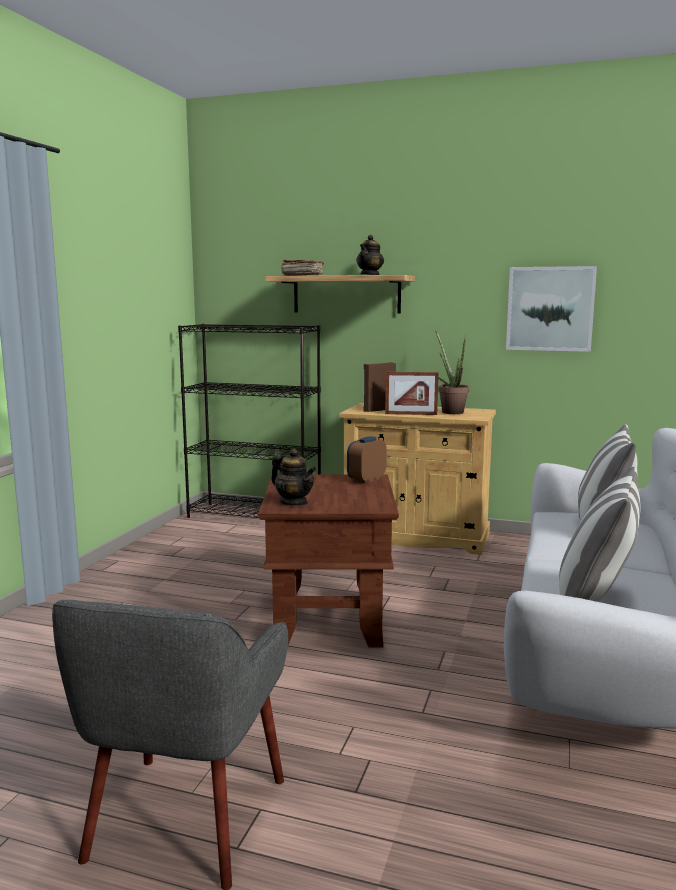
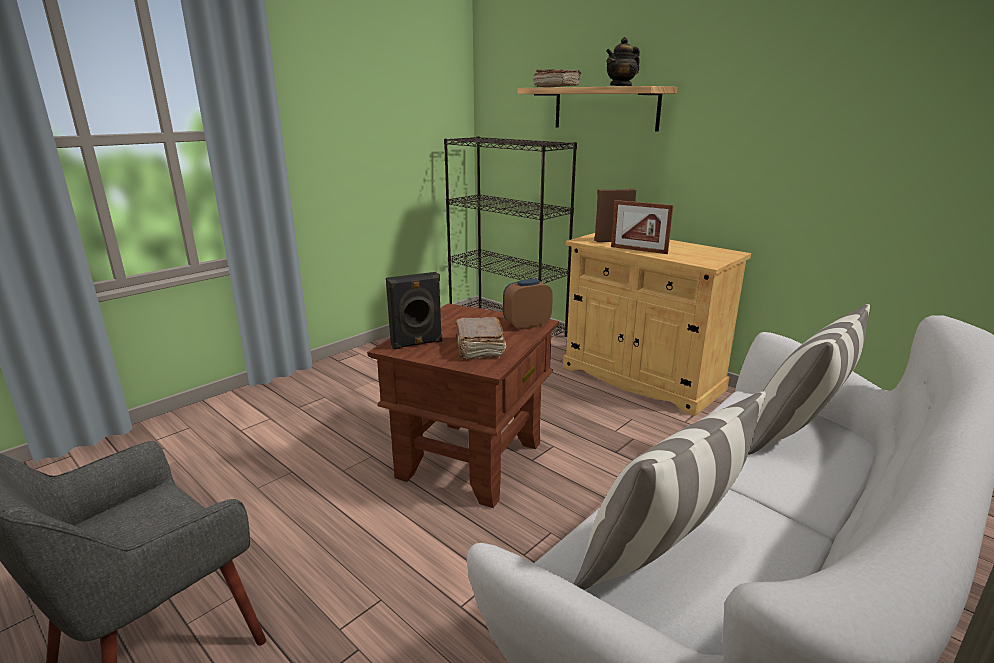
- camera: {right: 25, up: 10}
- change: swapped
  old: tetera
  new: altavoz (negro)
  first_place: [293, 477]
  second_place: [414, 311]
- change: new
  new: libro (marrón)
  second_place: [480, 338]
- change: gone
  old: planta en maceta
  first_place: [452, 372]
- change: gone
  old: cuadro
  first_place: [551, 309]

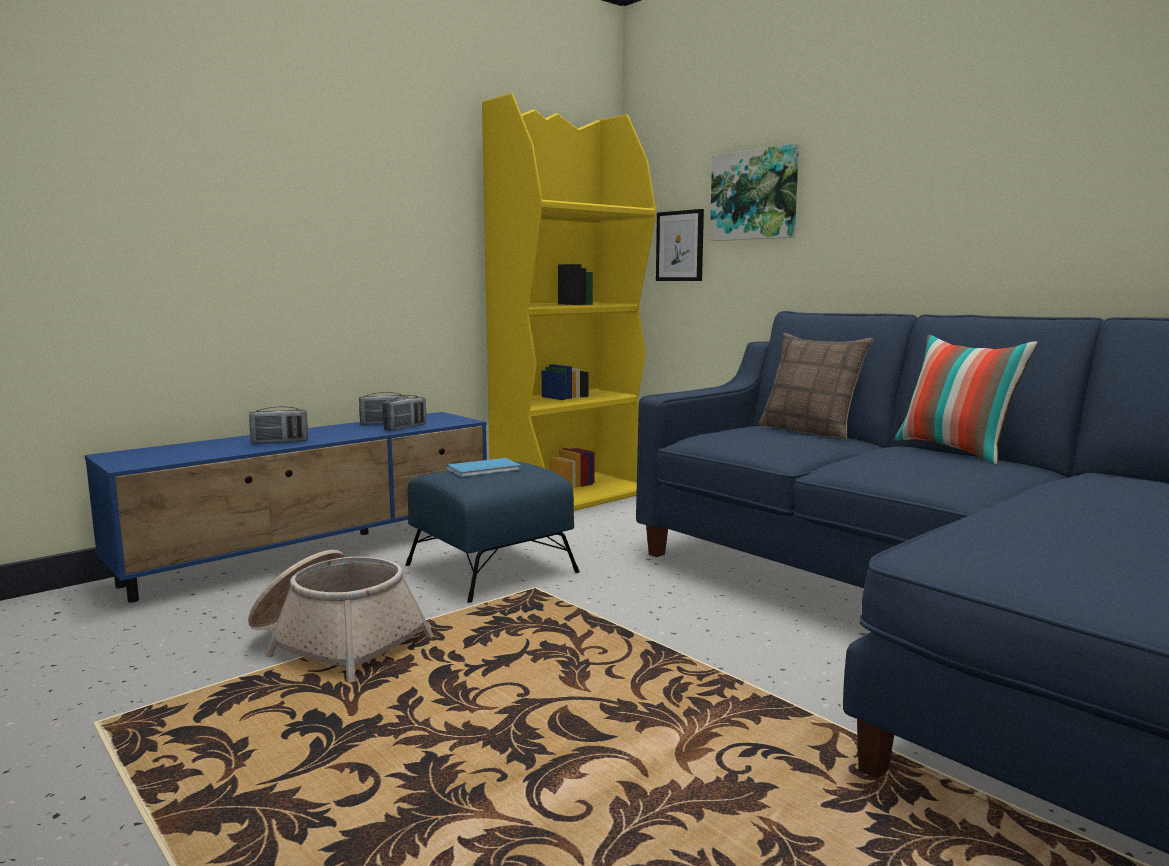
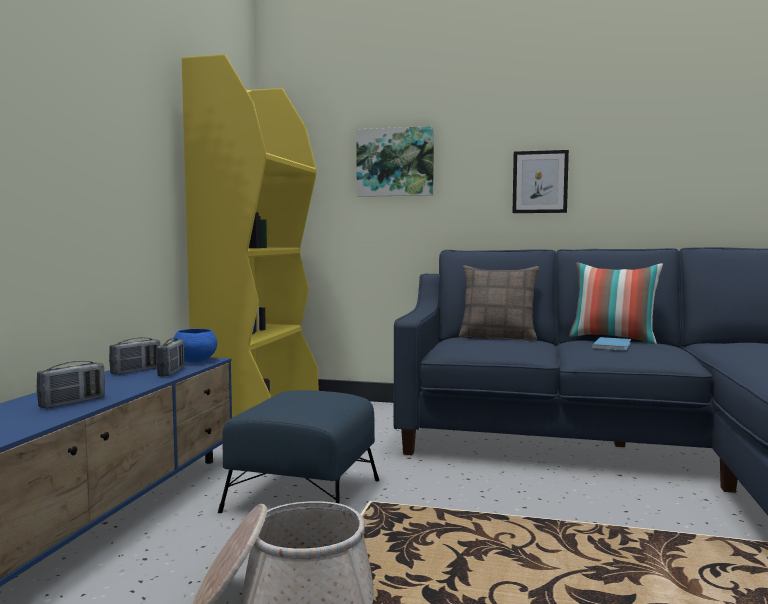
- camera: {right: -35, up: -5}
- change: new
  new: cuenco (azul)
  second_place: [195, 345]
- change: shifted
  old: cuadro
  first_place: [680, 245]
  second_place: [541, 181]
- change: shifted
  old: libro (azul)
  first_place: [483, 467]
  second_place: [611, 344]

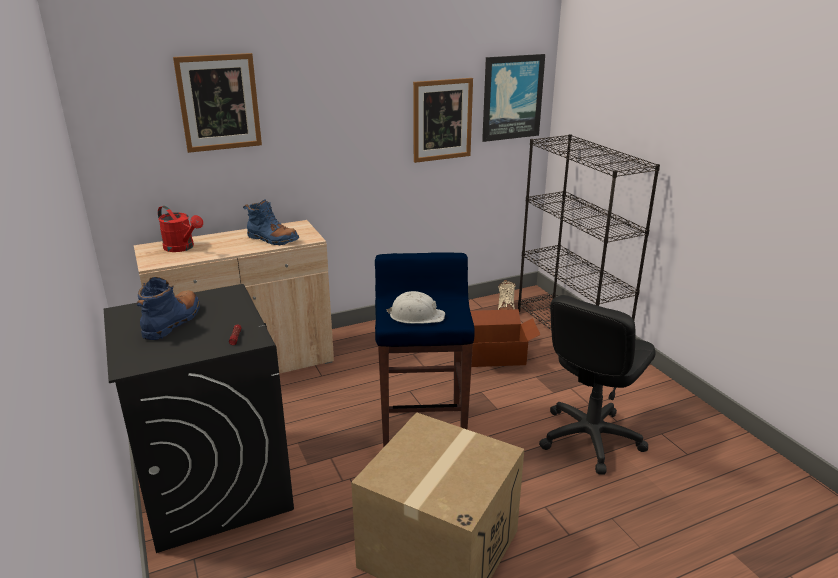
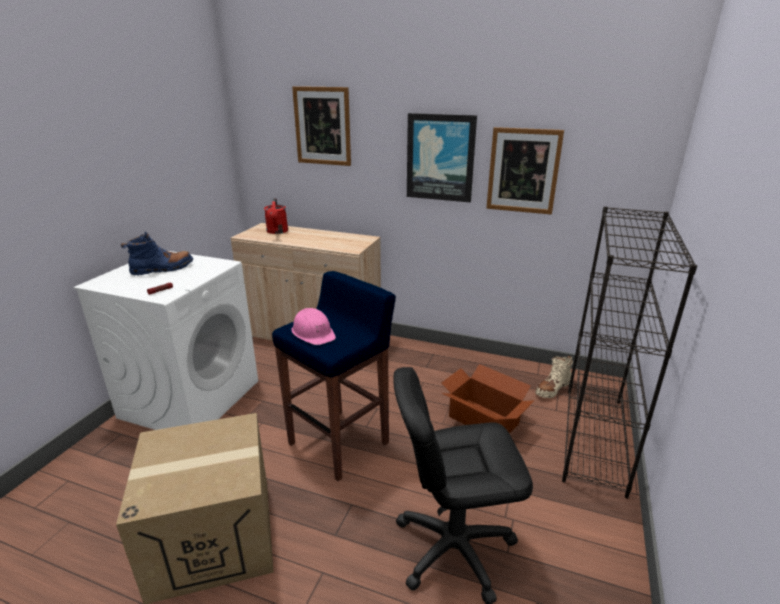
- camera: {right: 45, up: 0}
- change: repainted
  old: lavadora (negro)
  new: lavadora (blanco)
  first_place: [199, 418]
  second_place: [165, 340]
- change: repainted
  old: casco (blanco)
  new: casco (rosa)
  first_place: [415, 307]
  second_place: [314, 326]
- change: shifted
  old: cuadro
  first_place: [513, 98]
  second_place: [442, 157]
- change: gone
  old: bota (azul)
  first_place: [271, 222]

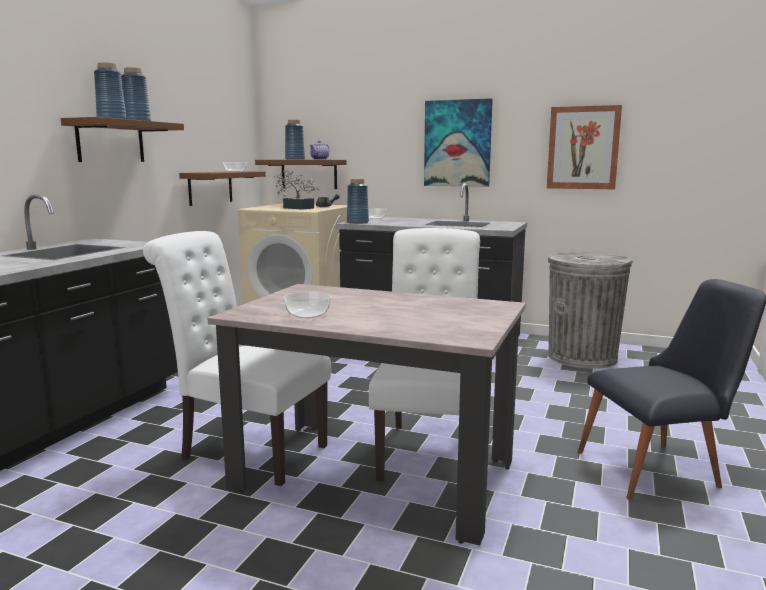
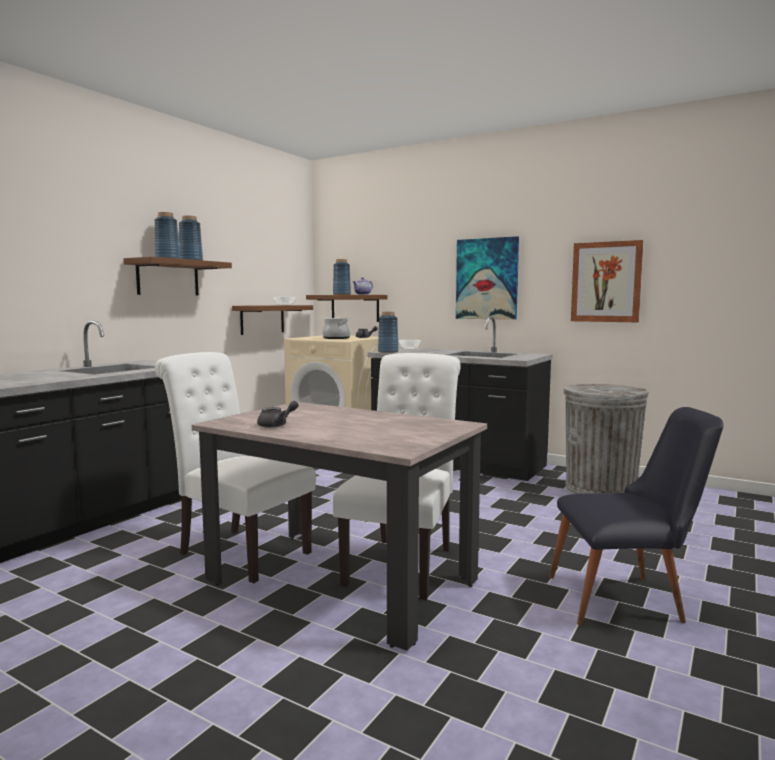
- camera: {right: 10, up: -5}
- change: swapped
  old: cuenco
  new: tetera (gris)
  first_place: [307, 305]
  second_place: [278, 414]
- change: swapped
  old: planta en maceta
  new: olla
  first_place: [296, 190]
  second_place: [336, 328]

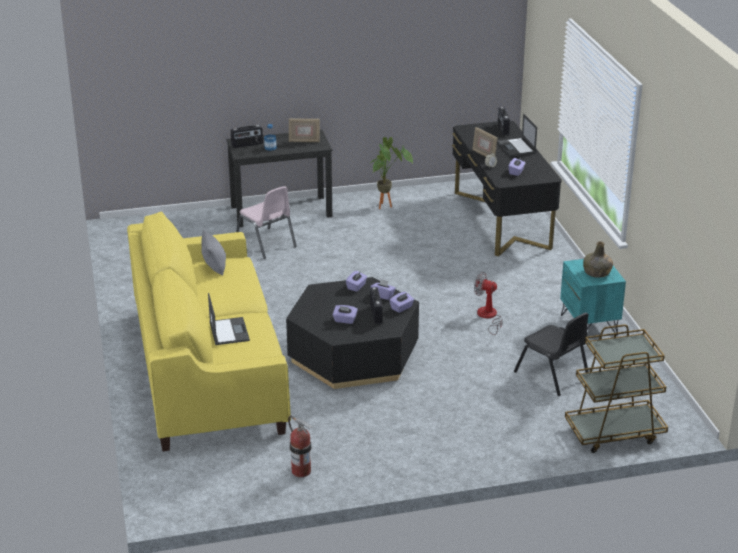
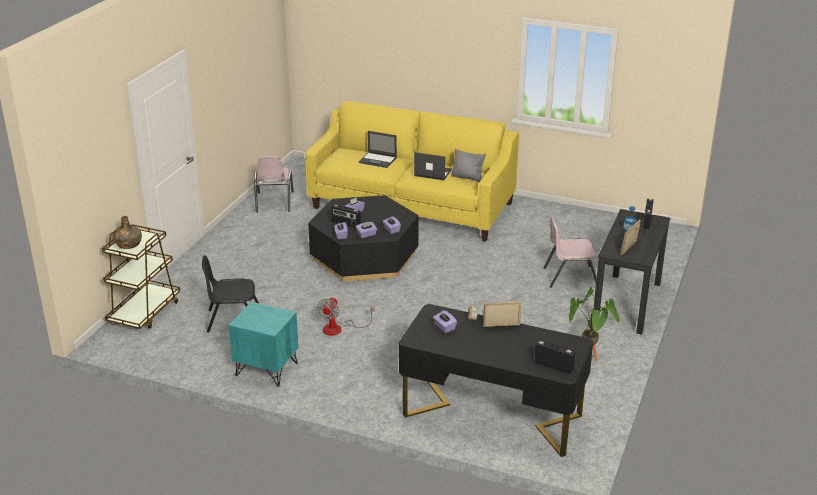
- camera: {right: 125, up: 0}
- change: shifted
  old: botella (verde)
  first_place: [598, 260]
  second_place: [127, 232]
- change: swapped
  old: extintor
  new: silla (rosa)
  first_place: [300, 447]
  second_place: [274, 184]
- change: rotated
  old: ventilador
  first_place: [488, 303]
  second_place: [346, 316]
  degrees: 135
- change: shifted
  old: portátil
  first_place: [517, 134]
  second_place: [433, 166]

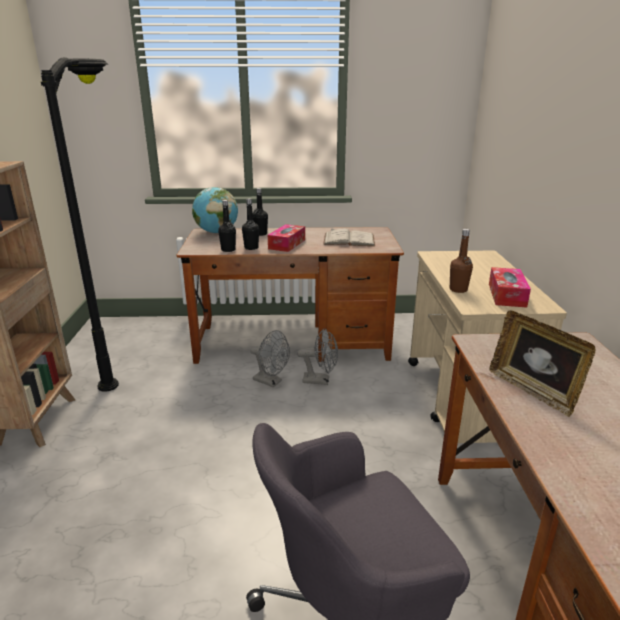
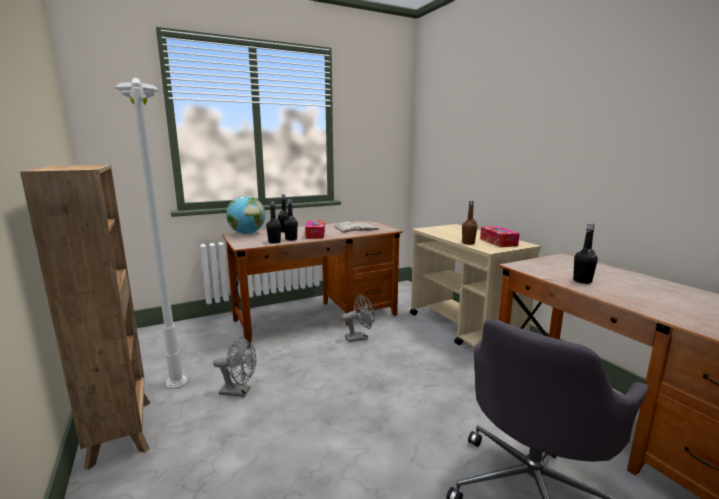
- camera: {right: -25, up: -10}
- change: repainted
  old: lámpara de pie (negro)
  new: lámpara de pie (blanco)
  first_place: [80, 224]
  second_place: [150, 233]
- change: shifted
  old: ventilador (gris)
  first_place: [270, 358]
  second_place: [234, 367]
- change: swapped
  old: portarretratos
  new: botella (negro)
  first_place: [542, 364]
  second_place: [585, 253]

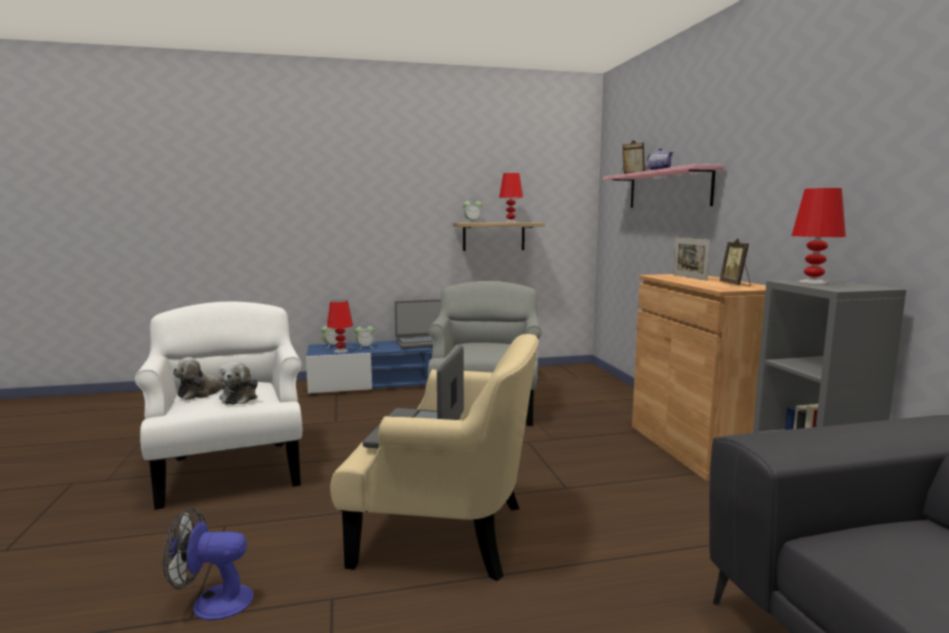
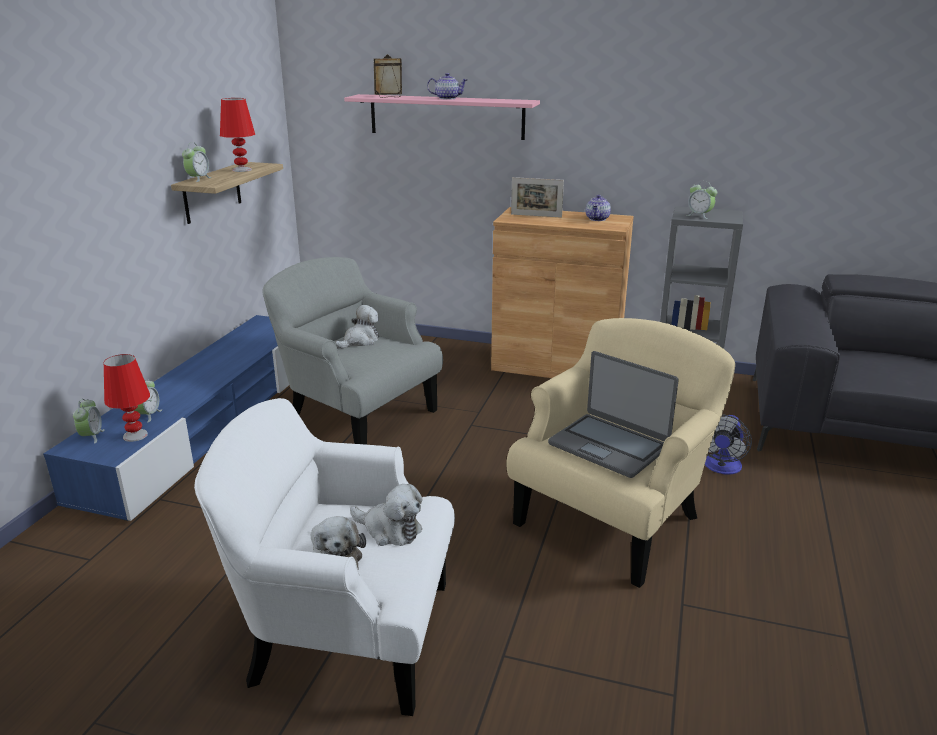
- camera: {right: -60, up: 15}
- change: new
  new: peluche
  second_place: [357, 327]
- change: swapped
  old: portarretratos
  new: tetera
  first_place: [735, 262]
  second_place: [598, 208]
- change: swapped
  old: lámpara de mesa (rojo)
  new: despertador
  first_place: [818, 236]
  second_place: [702, 200]
- change: shifted
  old: ventilador
  first_place: [208, 564]
  second_place: [728, 444]
- change: gone
  old: portátil
  first_place: [418, 324]

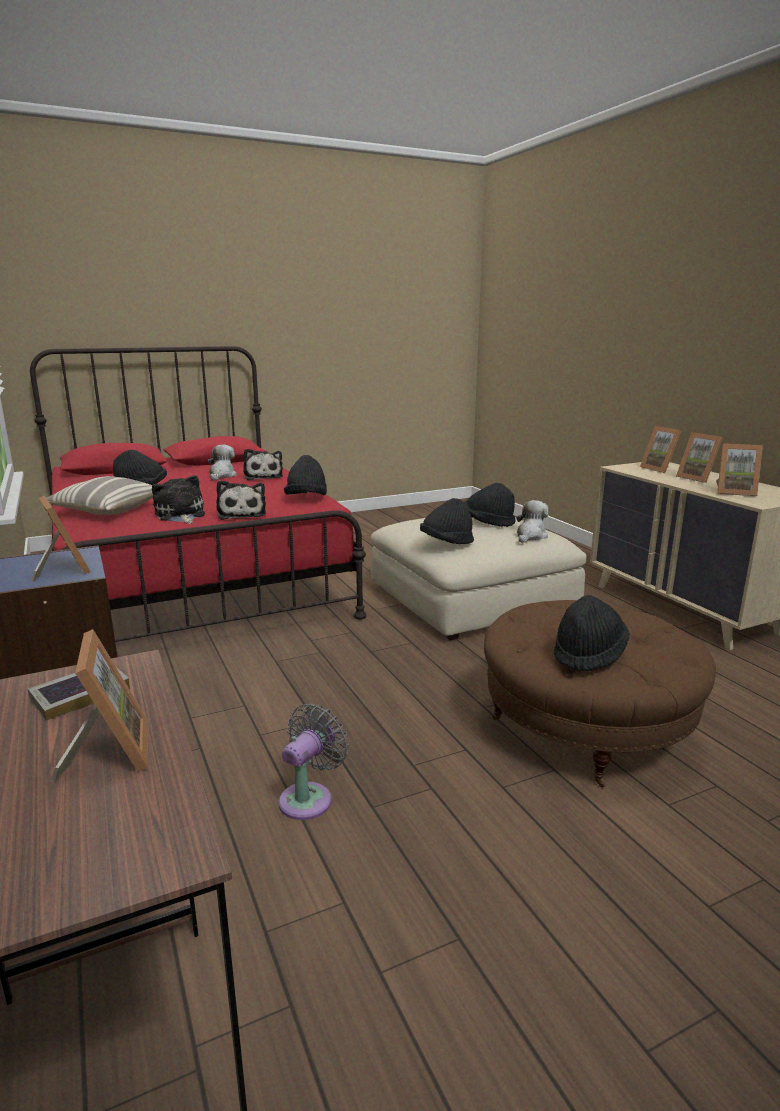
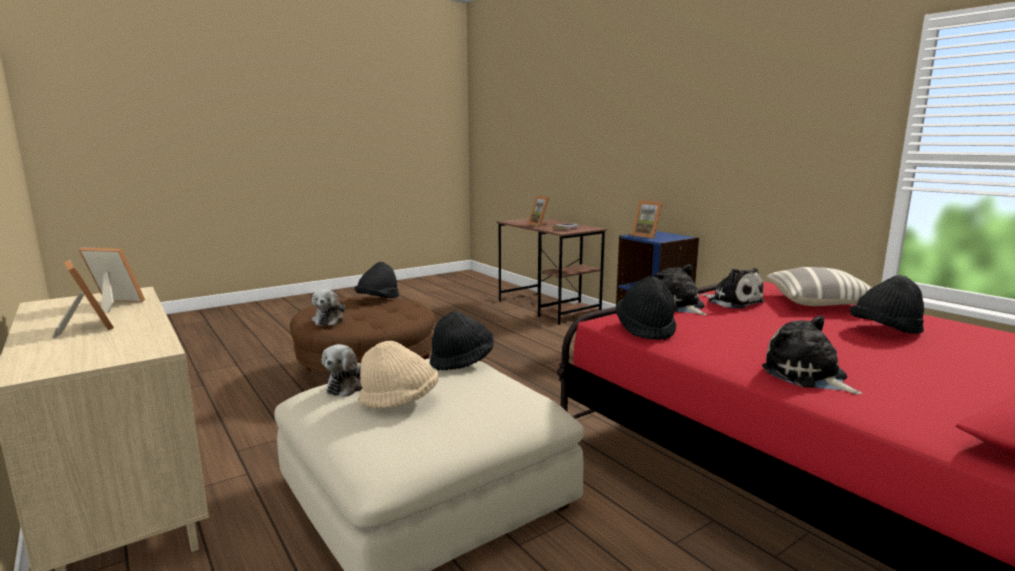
- camera: {right: 170, up: -5}
- change: shifted
  old: peluche
  first_place: [222, 462]
  second_place: [328, 307]
- change: repainted
  old: sombrero (negro)
  new: sombrero (beis)
  first_place: [490, 505]
  second_place: [398, 375]
- change: gone
  old: ventilador (gris)
  first_place: [313, 761]
- change: gone
  old: portarretratos
  first_place: [660, 449]

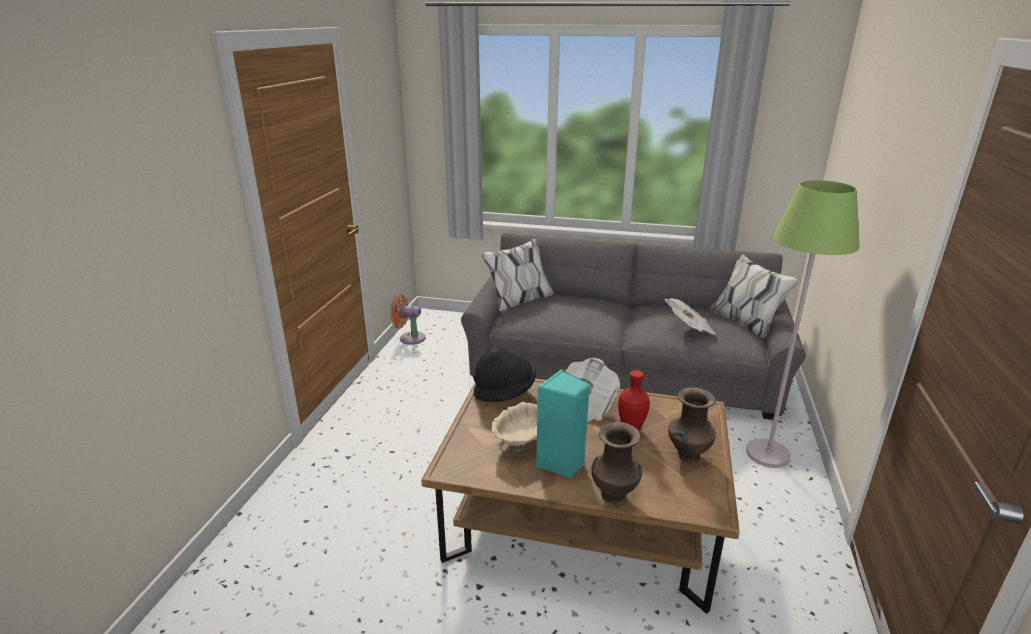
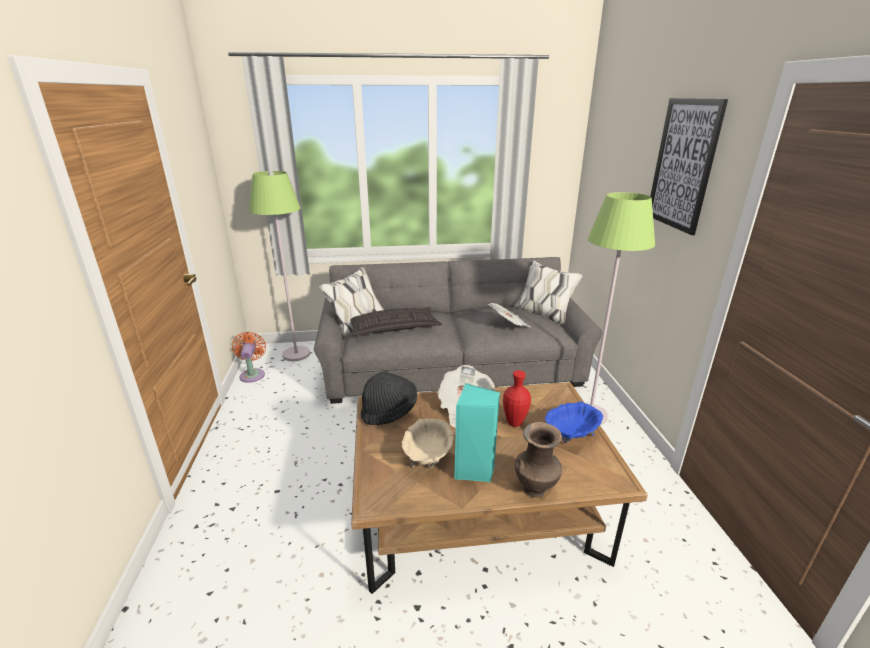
- camera: {right: -20, up: 0}
- change: rotated
  old: ventilador (naranja)
  first_place: [408, 319]
  second_place: [249, 357]
  degrees: 90
- change: new
  new: lámpara de pie (verde)
  second_place: [279, 266]
- change: new
  new: cojín
  second_place: [396, 321]
- change: swapped
  old: florero (marrón)
  new: cuenco (azul)
  first_place: [692, 424]
  second_place: [574, 422]
- change: new
  new: cuadro
  second_place: [689, 166]

